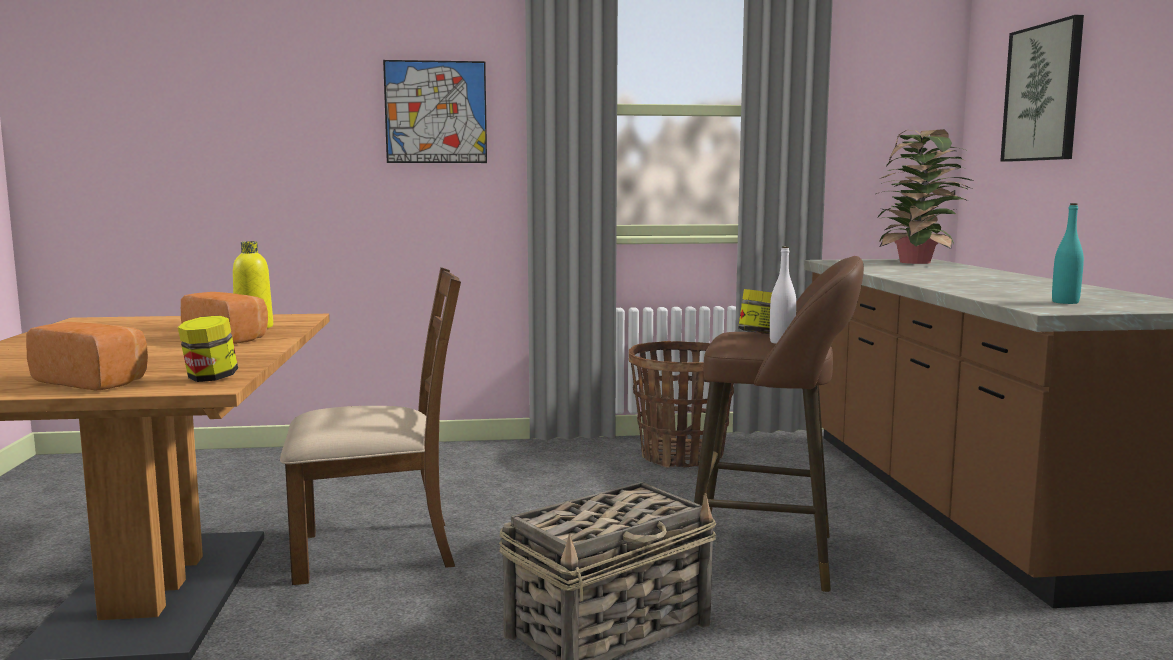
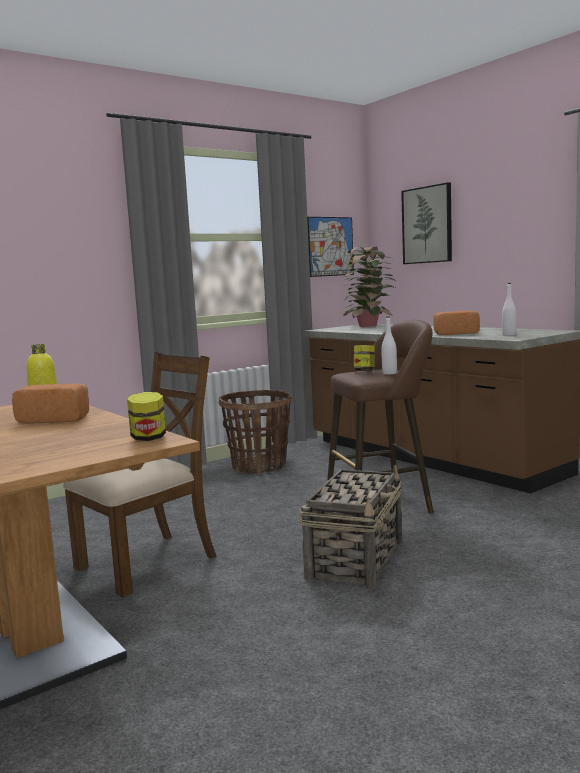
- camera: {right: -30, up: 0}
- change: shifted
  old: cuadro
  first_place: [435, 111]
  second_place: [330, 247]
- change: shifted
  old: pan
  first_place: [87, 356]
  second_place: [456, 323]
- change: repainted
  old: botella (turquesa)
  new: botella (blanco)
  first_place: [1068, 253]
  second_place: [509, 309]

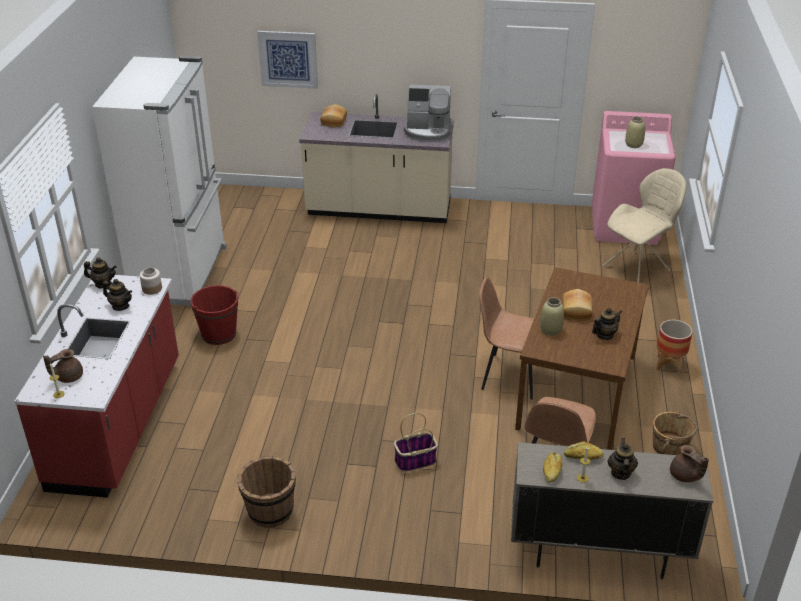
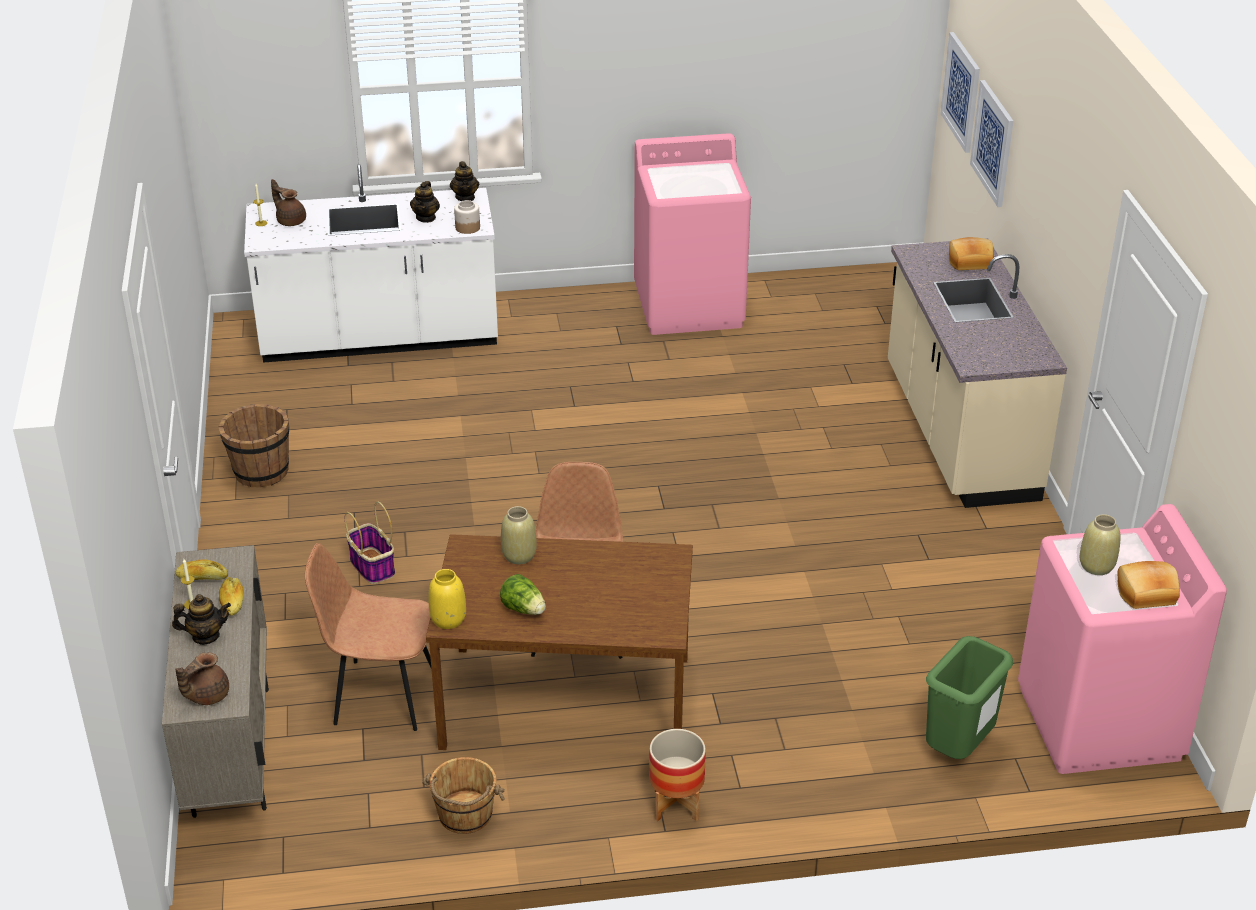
- camera: {right: 75, up: 0}
- change: repainted
  old: mueble bajo de cocina (rojo)
  new: mueble bajo de cocina (blanco)
  first_place: [96, 386]
  second_place: [371, 263]
- change: new
  new: florero (amarillo)
  second_place: [447, 599]
- change: swapped
  old: tetera
  new: lechuga
  first_place: [607, 324]
  second_place: [523, 594]
- change: swapped
  old: nevera (blanco)
  new: lavadora (rosa)
  first_place: [159, 180]
  second_place: [692, 234]
- change: swapped
  old: silla (beis)
  new: papelera (verde)
  first_place: [644, 225]
  second_place: [969, 697]
- change: new
  new: cuadro
  second_place: [960, 92]
- change: shifted
  old: pan
  first_place: [577, 305]
  second_place: [1148, 585]
- change: gone
  old: cubo (rojo)
  first_place: [214, 315]
- change: gone
  old: cafetera
  first_place: [428, 113]

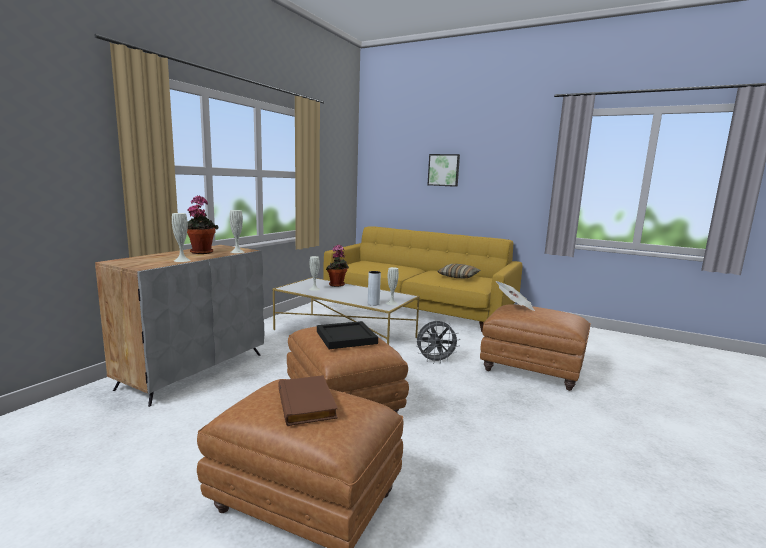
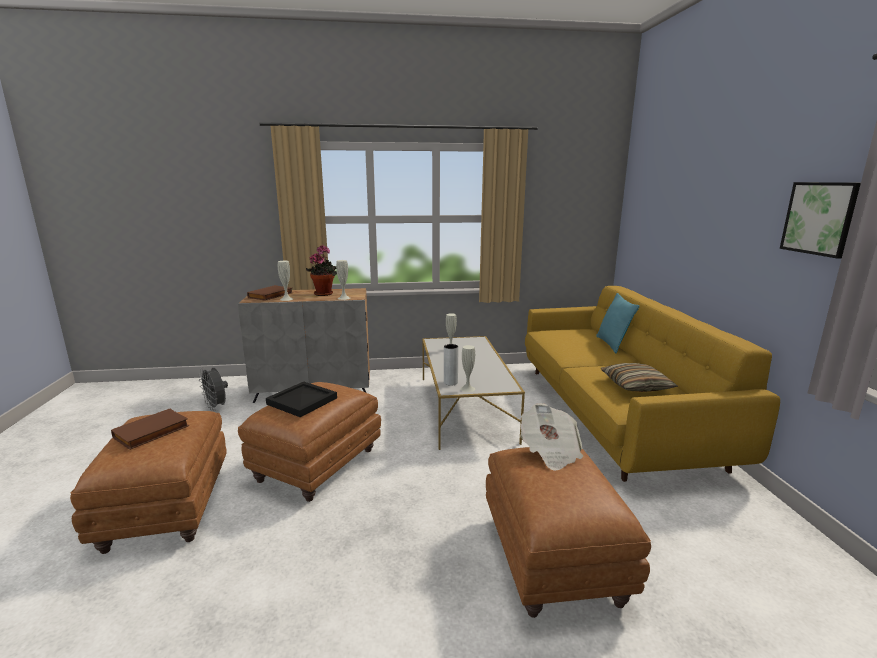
- camera: {right: 55, up: 5}
- change: shifted
  old: ventilador (gris)
  first_place: [438, 342]
  second_place: [213, 389]
- change: new
  new: libro (marrón)
  second_place: [270, 293]
- change: new
  new: cojín (turquesa)
  second_place: [618, 323]
- change: shifted
  old: cuadro
  first_place: [443, 170]
  second_place: [820, 220]
- change: gone
  old: planta en maceta
  first_place: [337, 266]

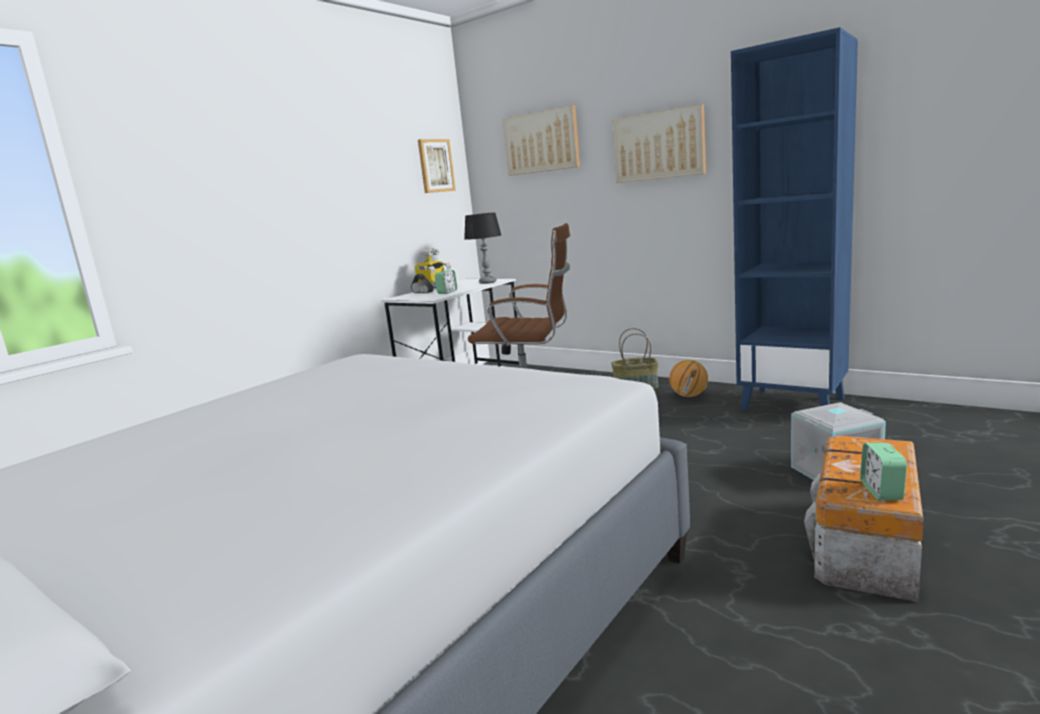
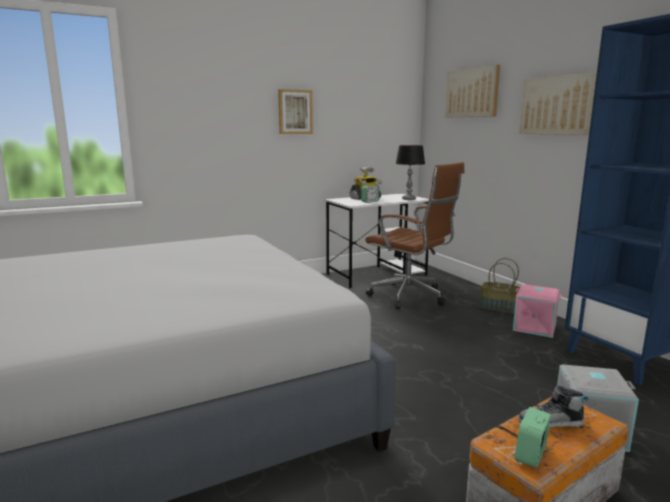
- camera: {right: 25, up: 0}
- change: shifted
  old: cuadro
  first_place: [437, 166]
  second_place: [295, 111]
- change: swapped
  old: balón de baloncesto
  new: caja de almacenaje (rosa)
  first_place: [688, 378]
  second_place: [537, 311]
- change: new
  new: zapato
  second_place: [553, 406]

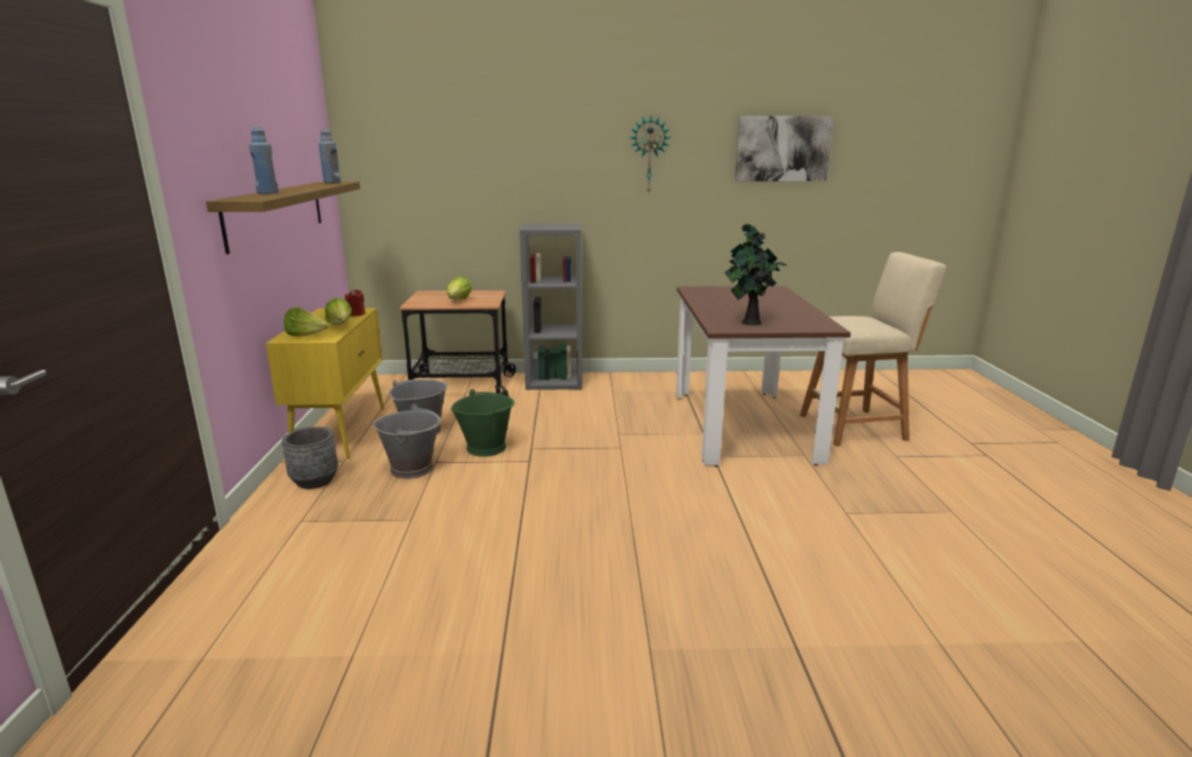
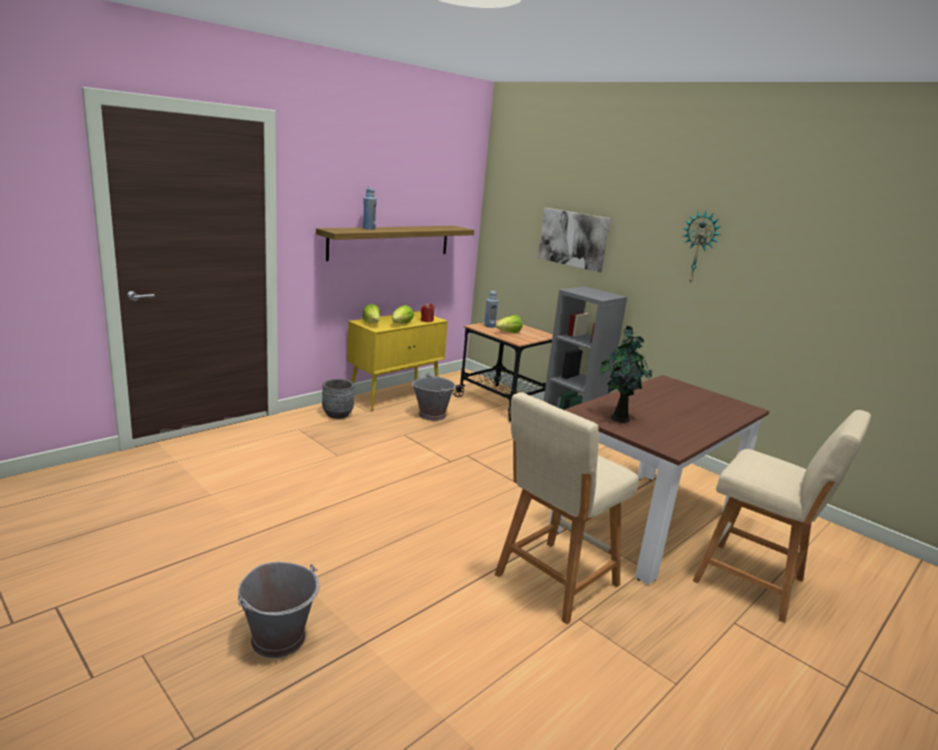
- camera: {right: 45, up: 0}
- change: shifted
  old: cubo (gris)
  first_place: [407, 441]
  second_place: [279, 610]
- change: shifted
  old: botella (azul)
  first_place: [329, 156]
  second_place: [491, 309]
- change: new
  new: taburete (beis)
  second_place: [567, 508]
- change: shifted
  old: cuadro
  first_place: [784, 148]
  second_place: [574, 240]
- change: gone
  old: cubo (verde)
  first_place: [483, 423]

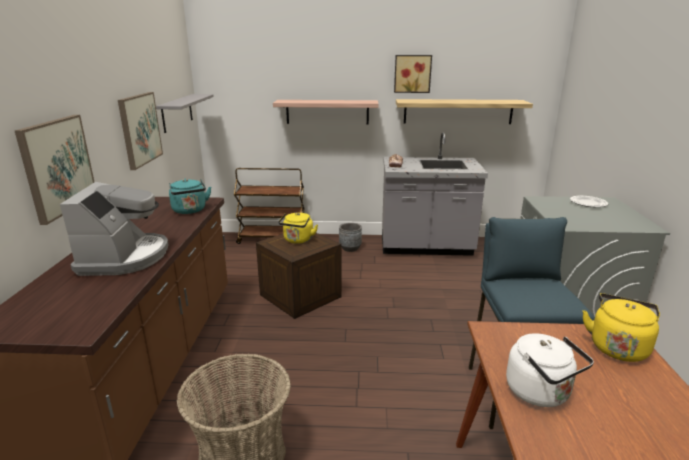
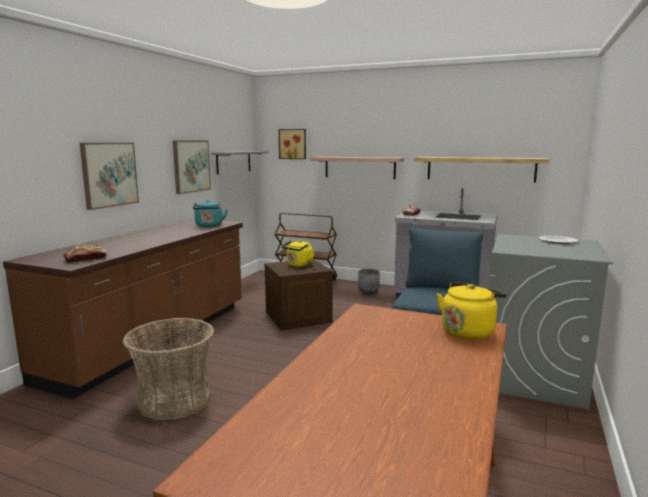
- camera: {right: 20, up: -10}
- change: new
  new: pan
  second_place: [85, 253]
- change: shifted
  old: cuadro
  first_place: [413, 74]
  second_place: [292, 144]
- change: gone
  old: cafetera
  first_place: [114, 229]
- change: gone
  old: hervidor (blanco)
  first_place: [550, 370]

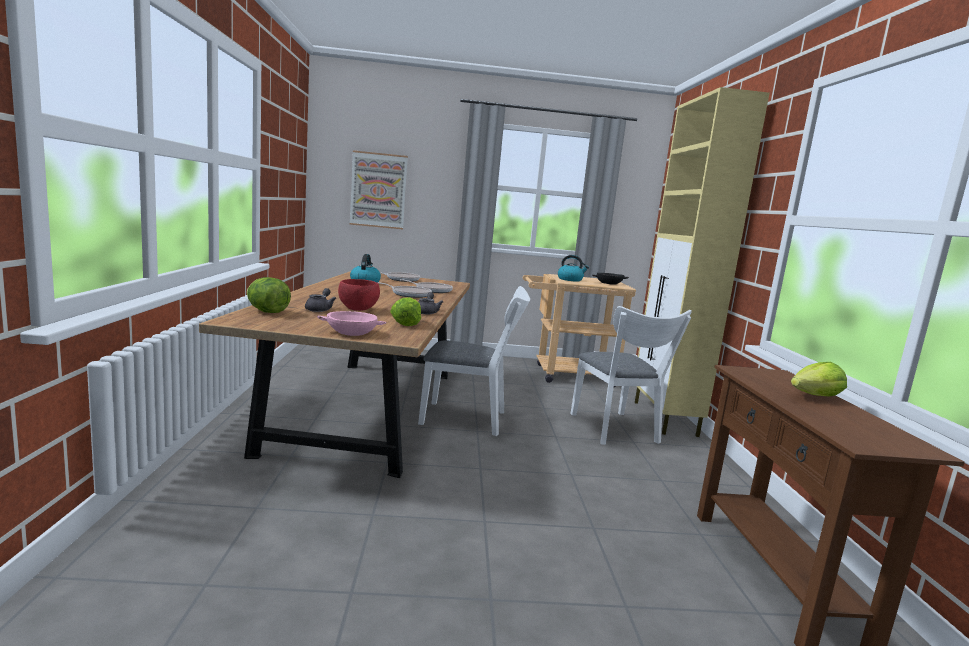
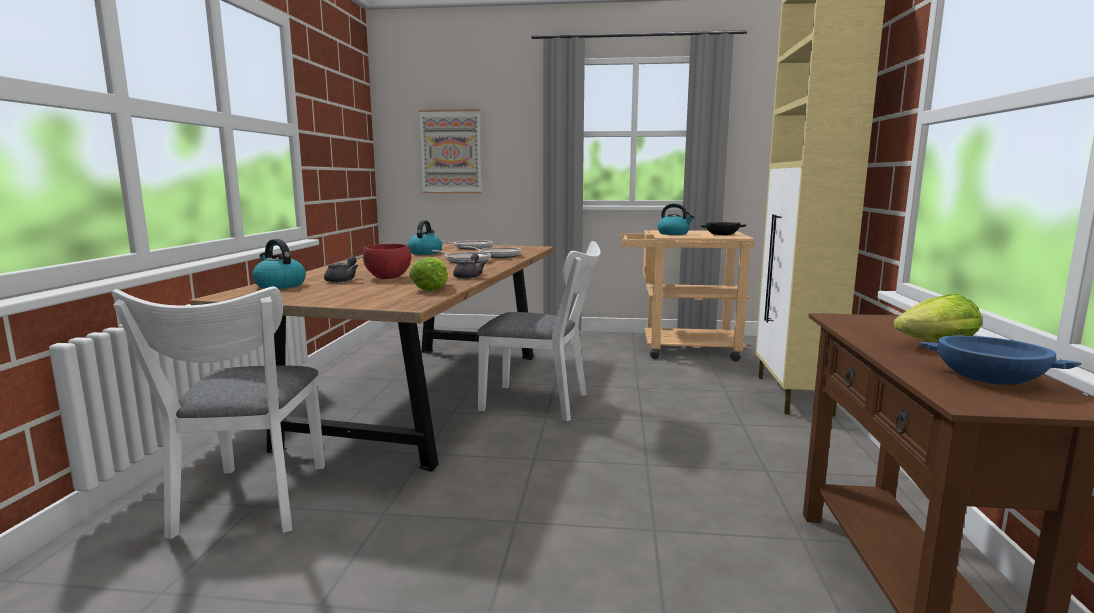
- camera: {right: 10, up: 0}
- change: shifted
  old: silla (blanco)
  first_place: [631, 375]
  second_place: [218, 413]
- change: swapped
  old: lechuga
  new: hervidor
  first_place: [269, 295]
  second_place: [279, 264]
- change: new
  new: cuenco (azul)
  second_place: [999, 360]
- change: gone
  old: cuenco (rosa)
  first_place: [352, 323]

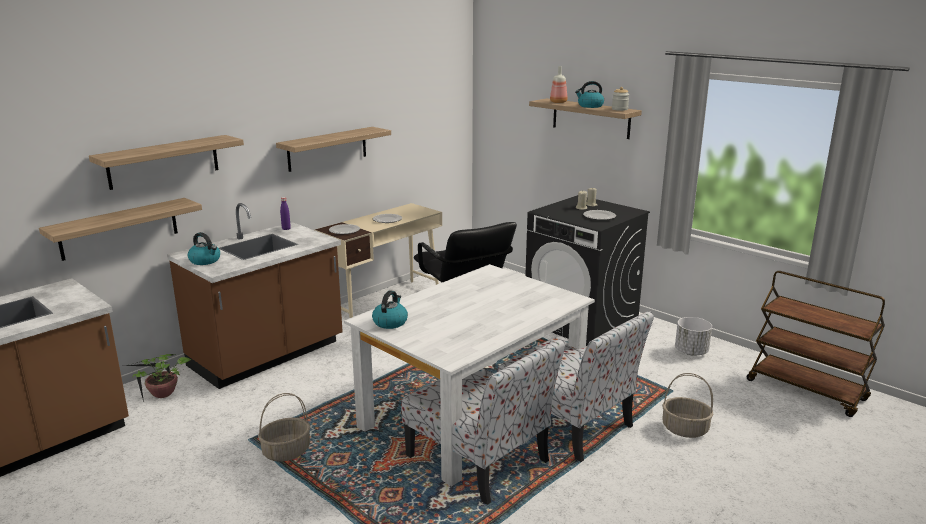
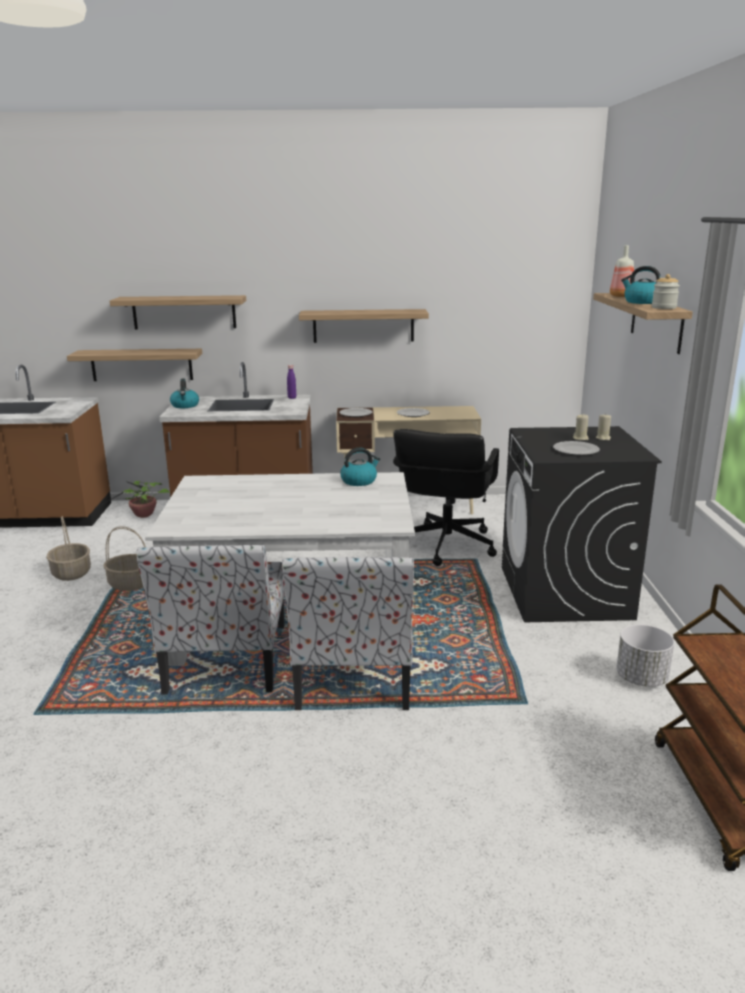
- camera: {right: 45, up: 0}
- change: shifted
  old: cesta
  first_place: [688, 405]
  second_place: [68, 548]
- change: shifted
  old: hervidor
  first_place: [390, 309]
  second_place: [360, 467]

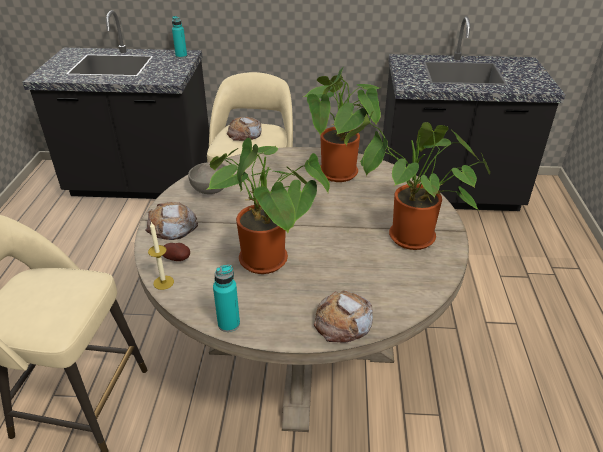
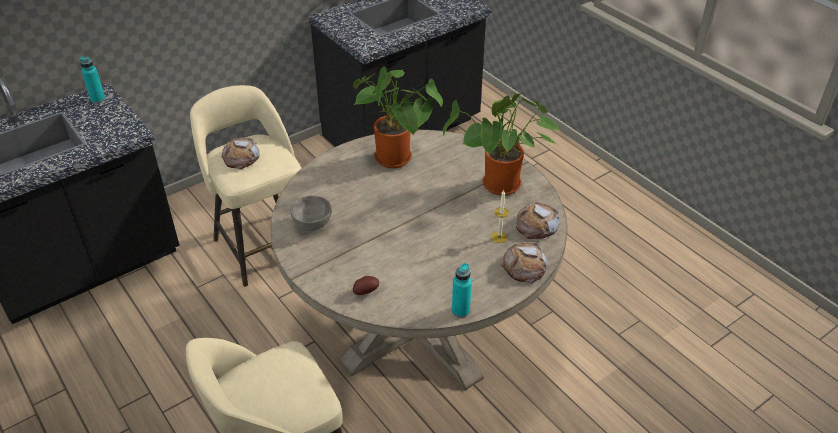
- camera: {right: -40, up: 5}
- change: shifted
  old: vela
  first_place: [161, 256]
  second_place: [500, 216]
- change: shifted
  old: pan
  first_place: [171, 221]
  second_place: [537, 220]
- change: gone
  old: planta en maceta
  first_place: [268, 206]

